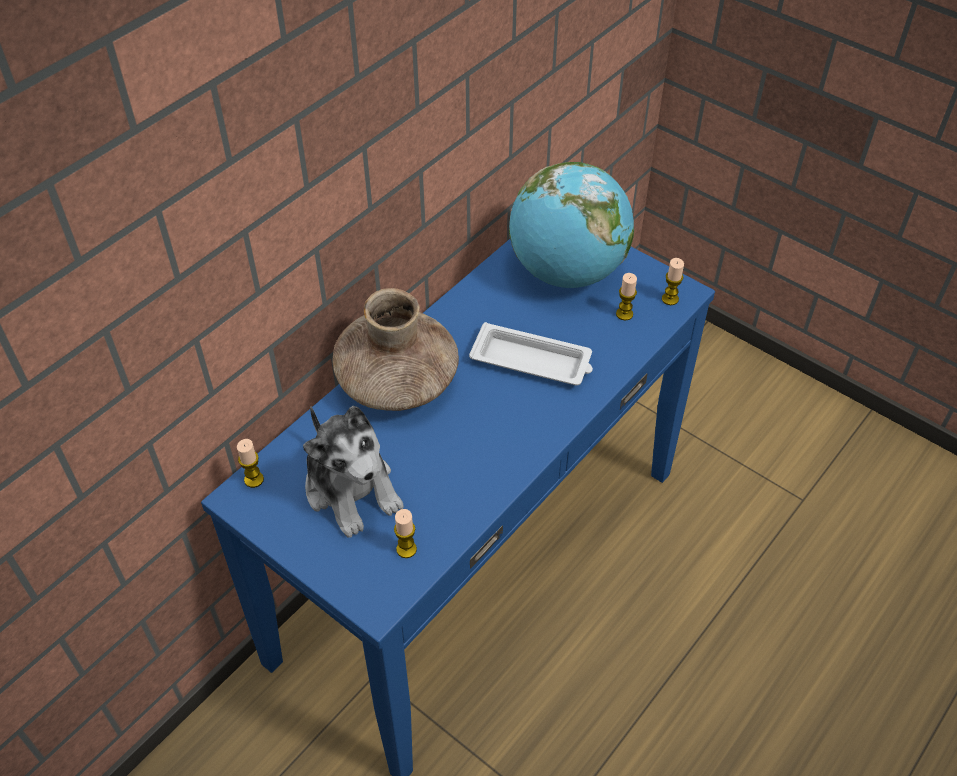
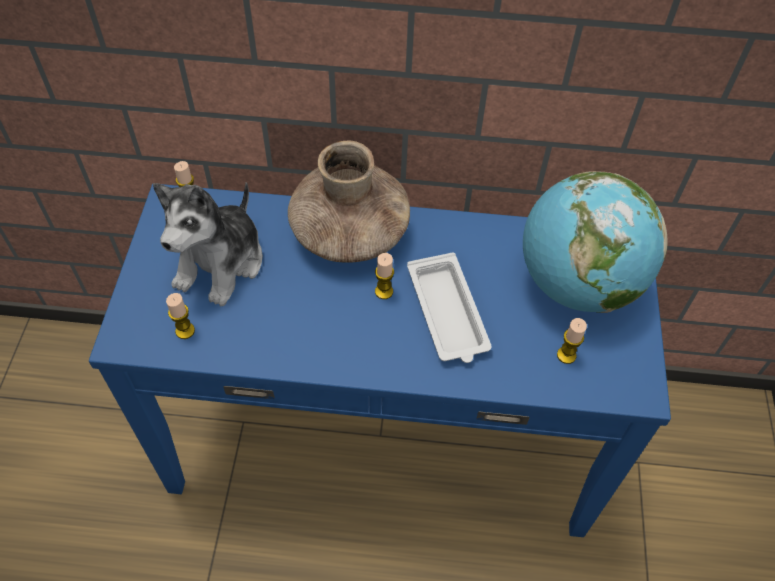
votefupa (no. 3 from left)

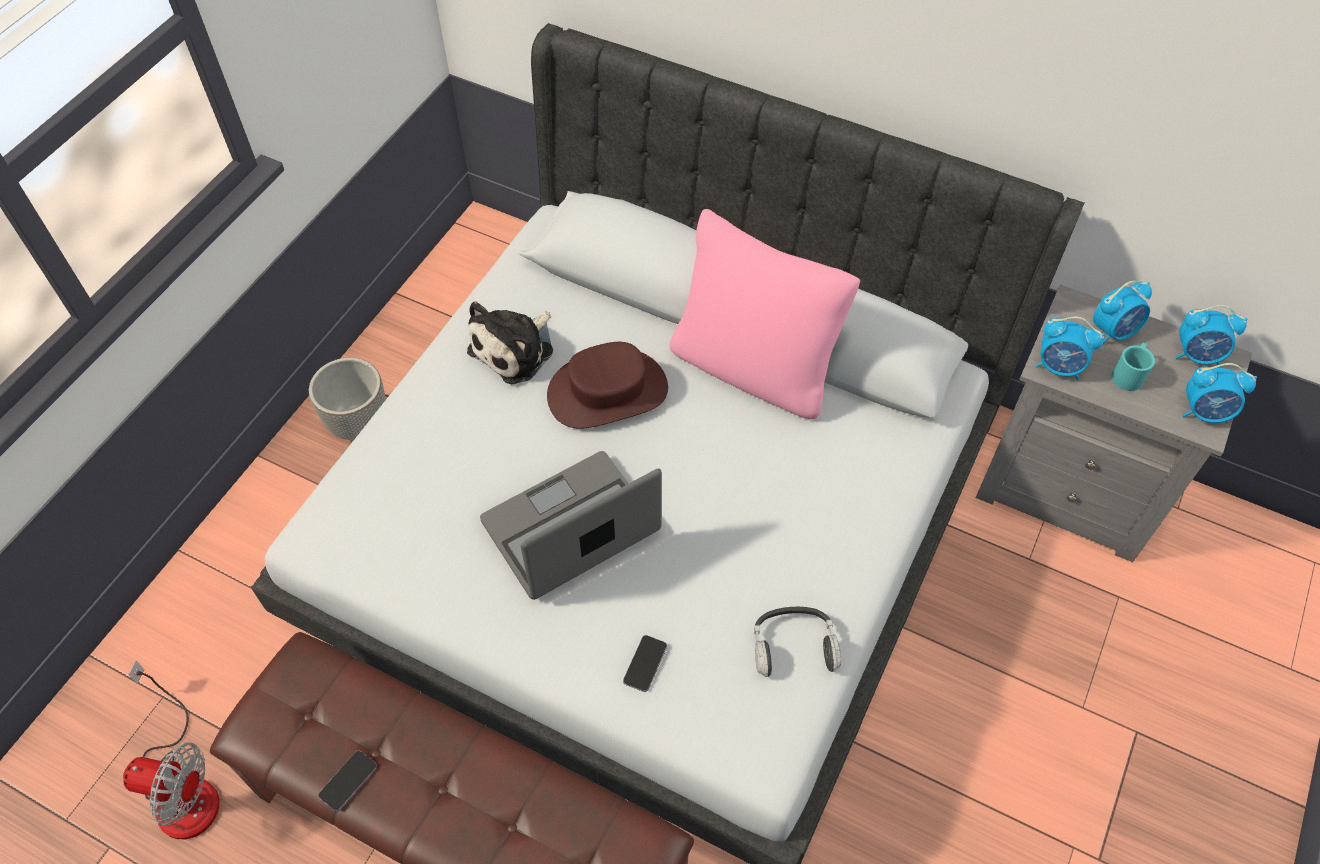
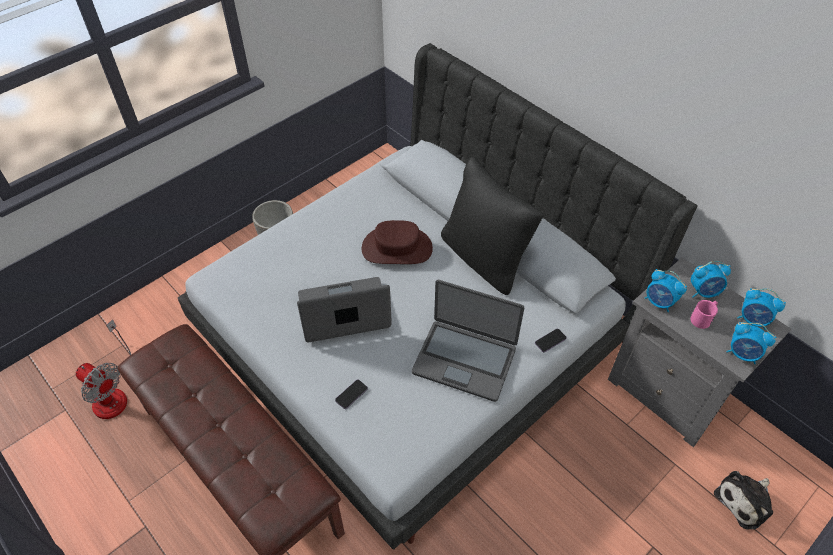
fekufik (no. 2 from left); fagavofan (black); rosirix (no. 2 from left); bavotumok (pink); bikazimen; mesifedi

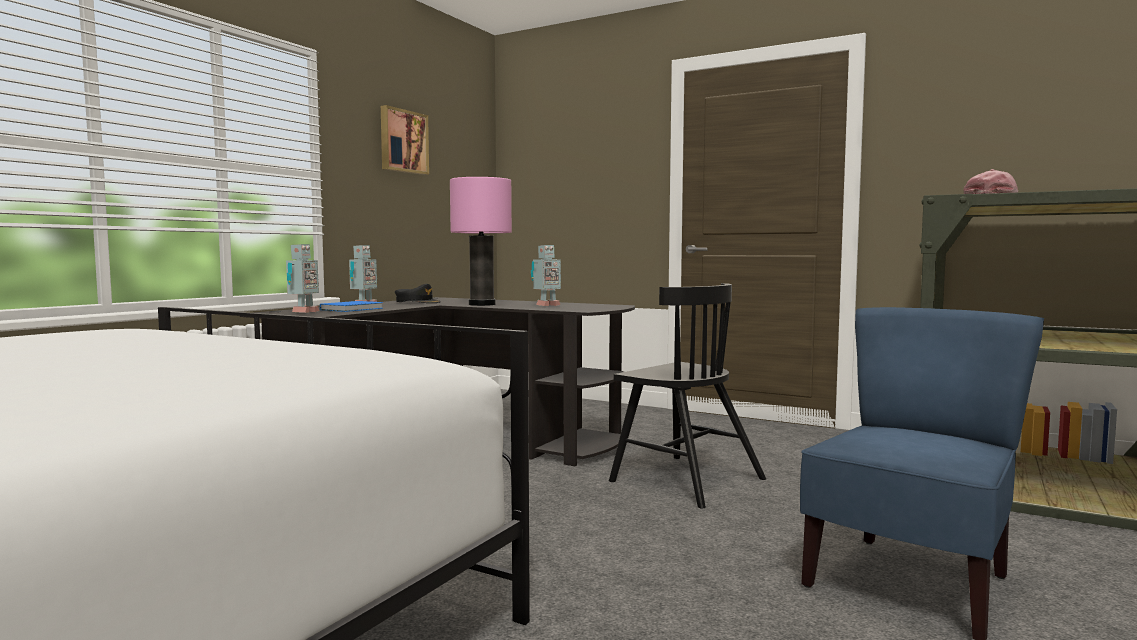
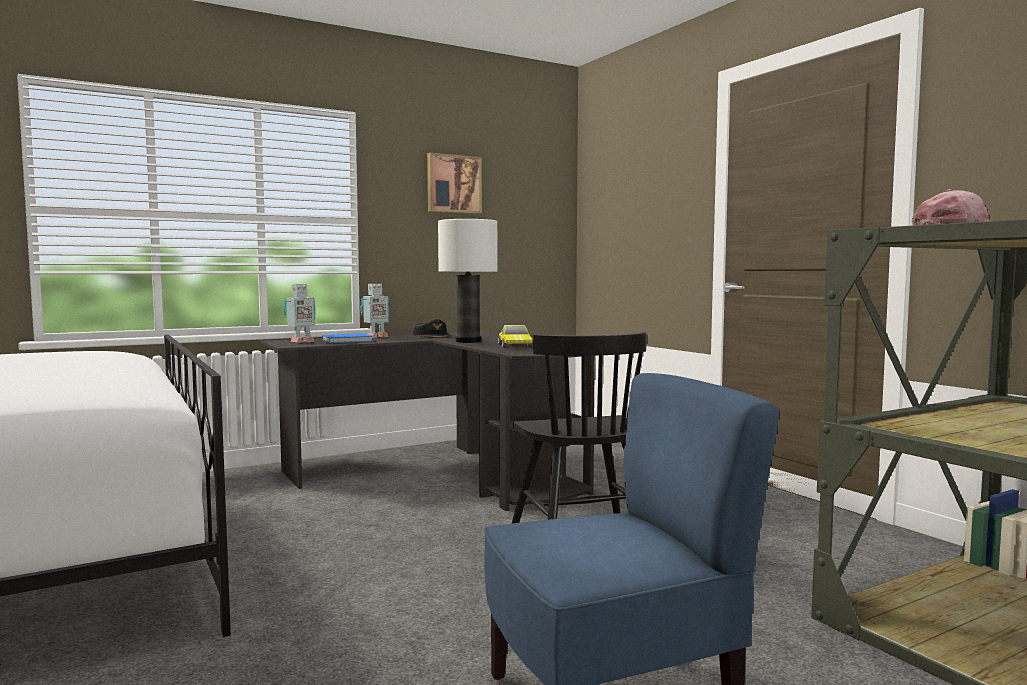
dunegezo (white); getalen

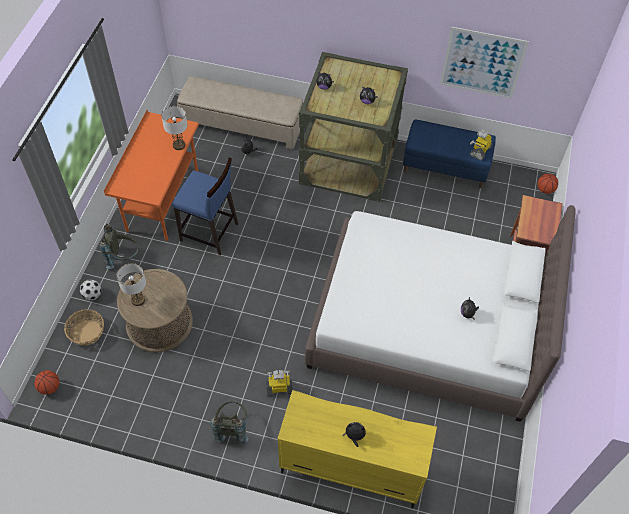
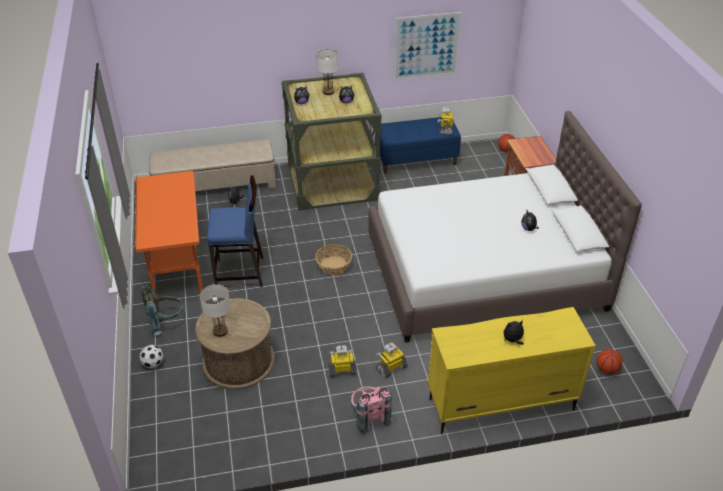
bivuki; dunegezo (no. 2 from left); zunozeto (no. 1 from left); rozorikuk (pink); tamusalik (no. 2 from left)

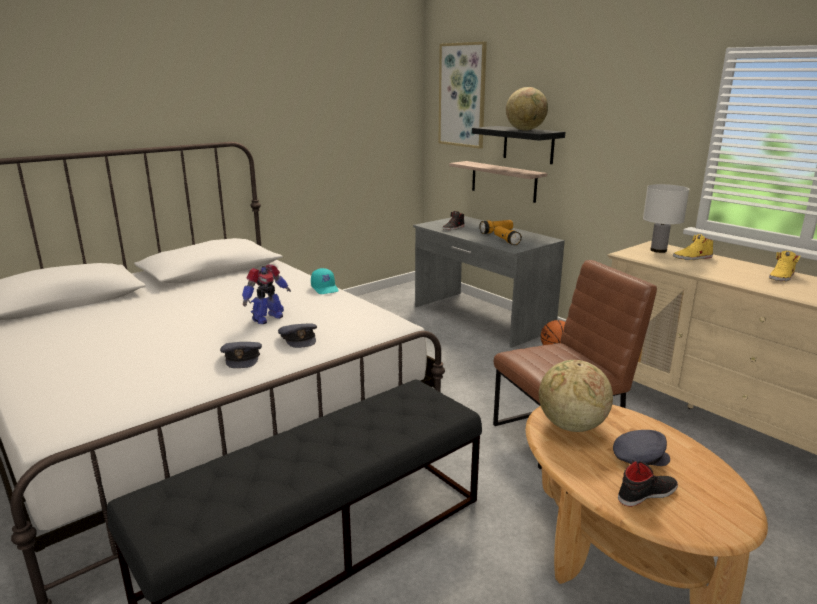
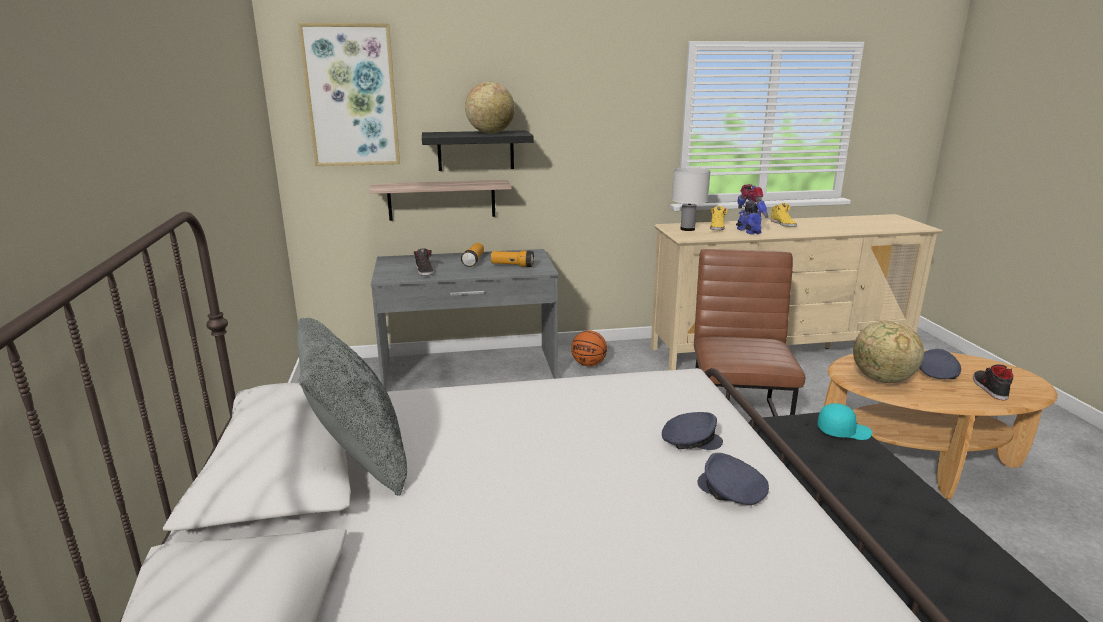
fagavofan (grey); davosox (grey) (no. 2 from left); zunozeto; davosox (turquoise)

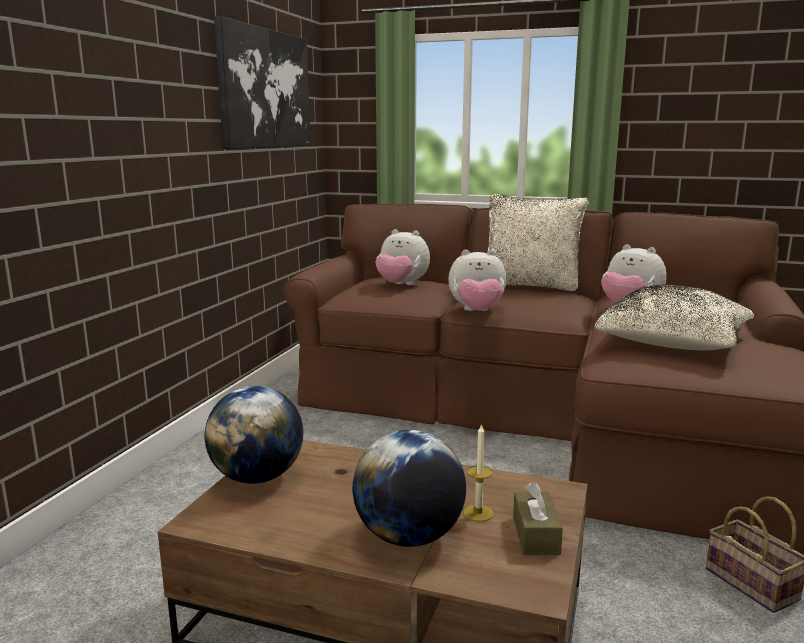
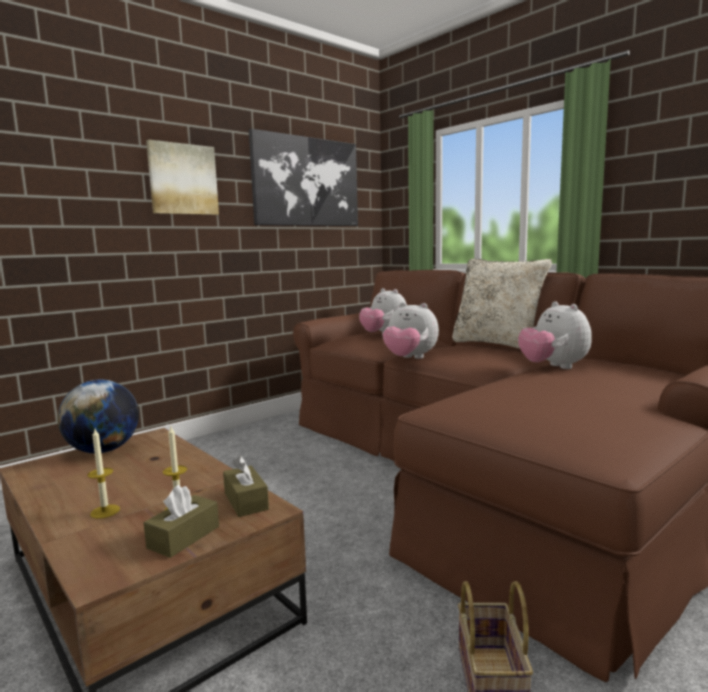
votefupa (no. 1 from left); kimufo (no. 1 from left); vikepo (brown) (no. 2 from left); fagavofan (beige) (no. 2 from left in the first image)

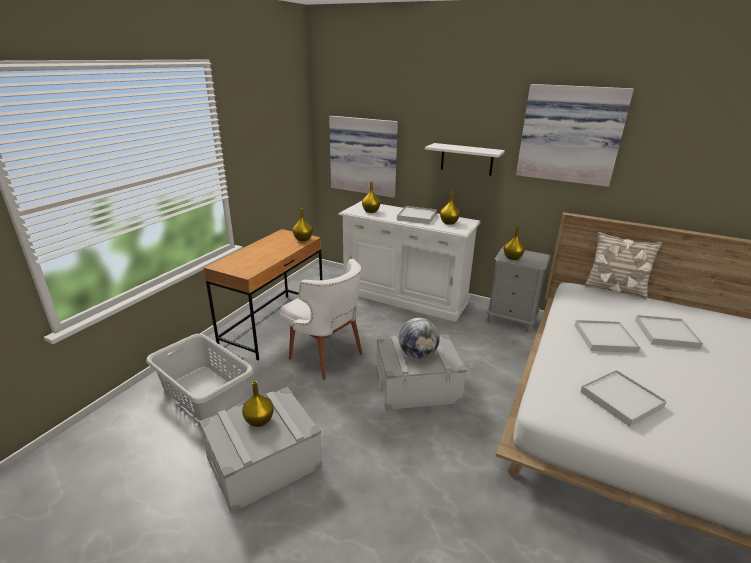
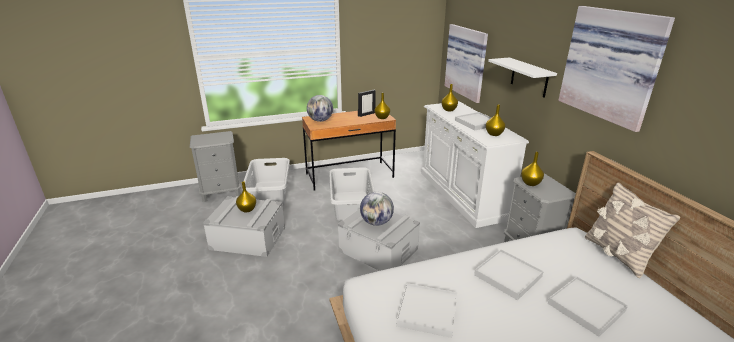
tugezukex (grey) (no. 1 from left); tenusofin (no. 1 from left); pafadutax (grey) (no. 2 from left); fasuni

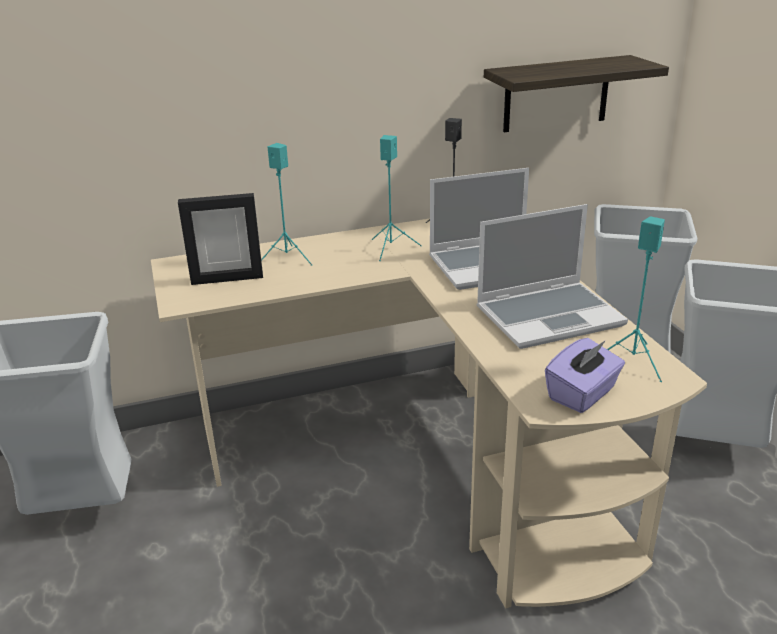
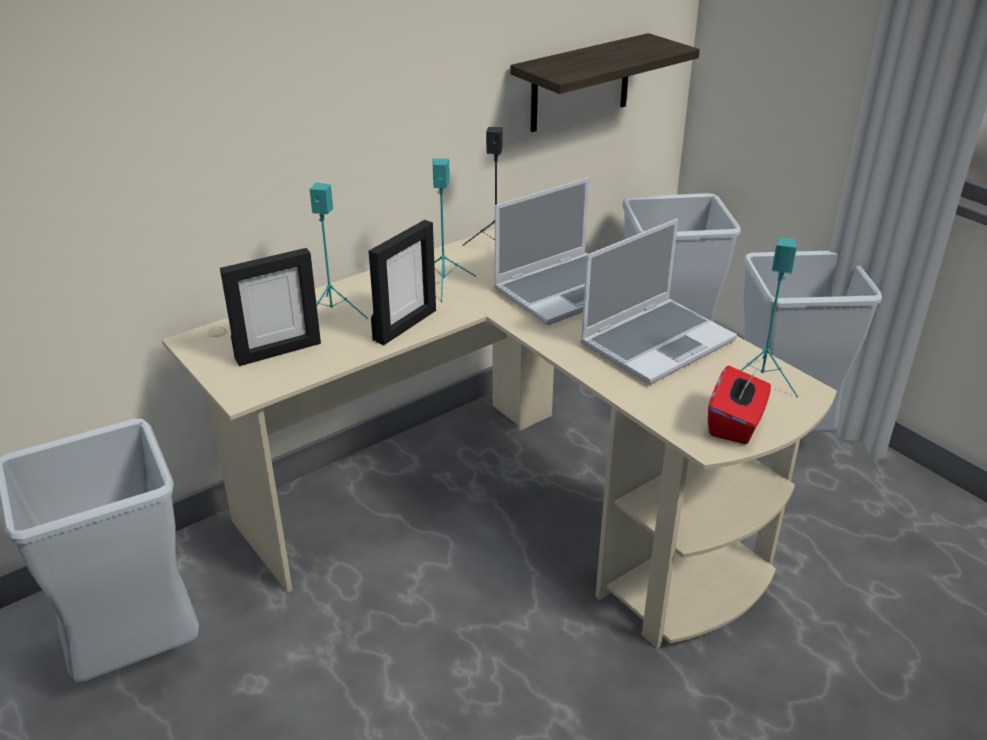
fasuni (no. 2 from left); vikepo (red)

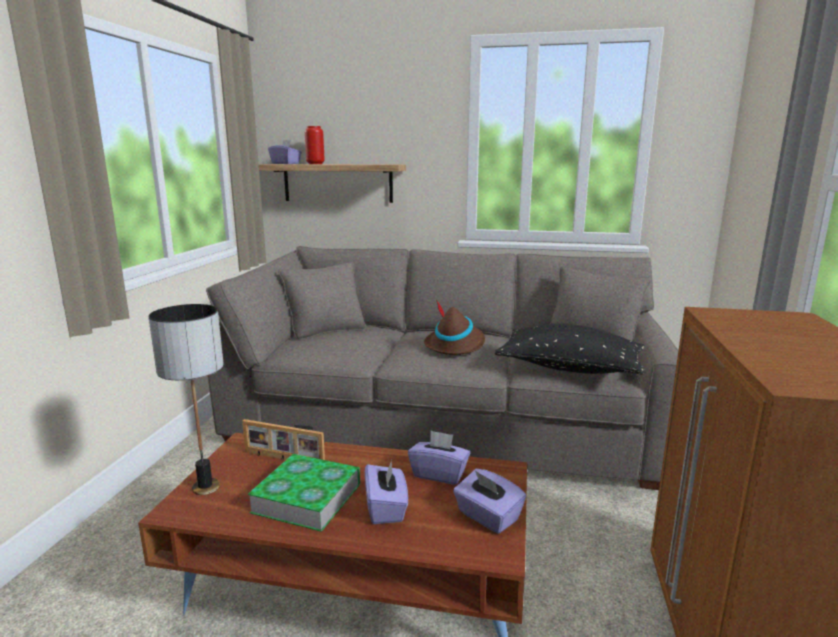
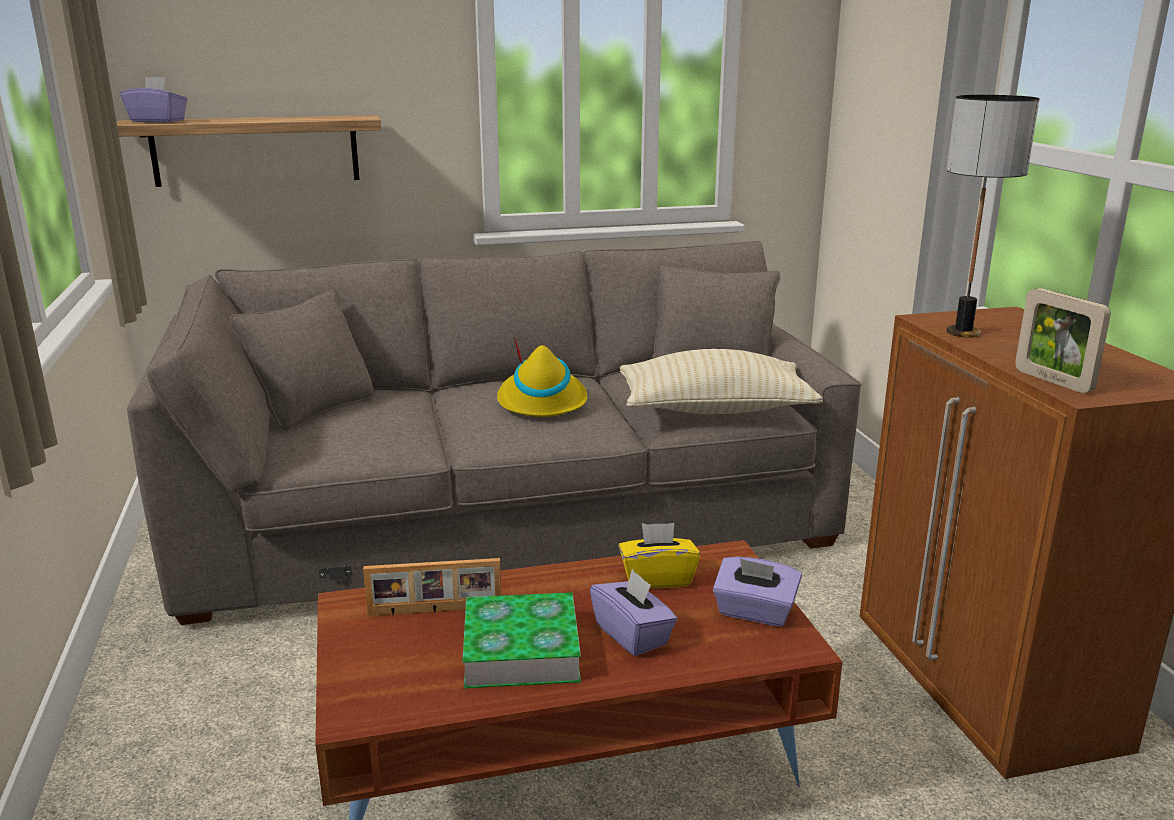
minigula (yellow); vikepo (yellow); fagavofan (beige); dunegezo; fasuni (no. 2 from left); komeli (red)

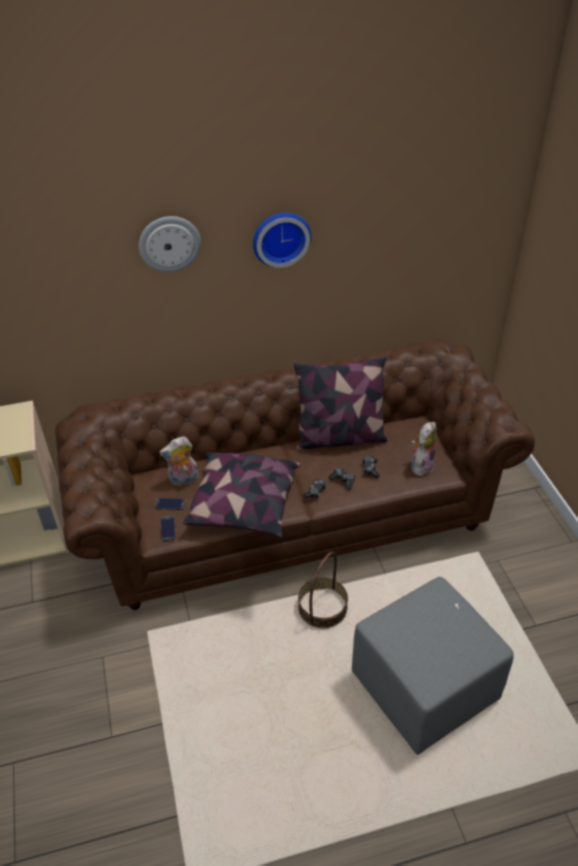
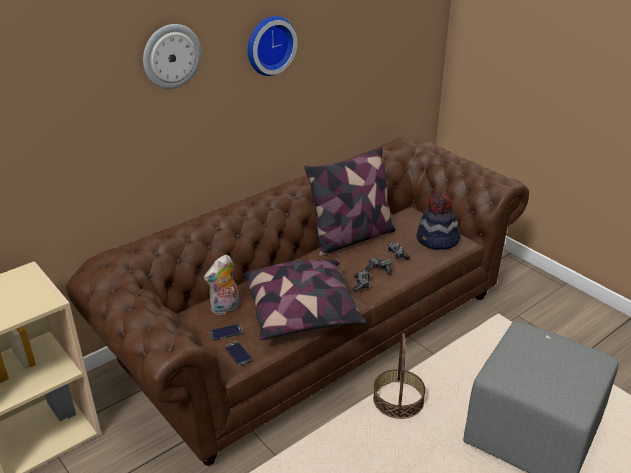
minigula

